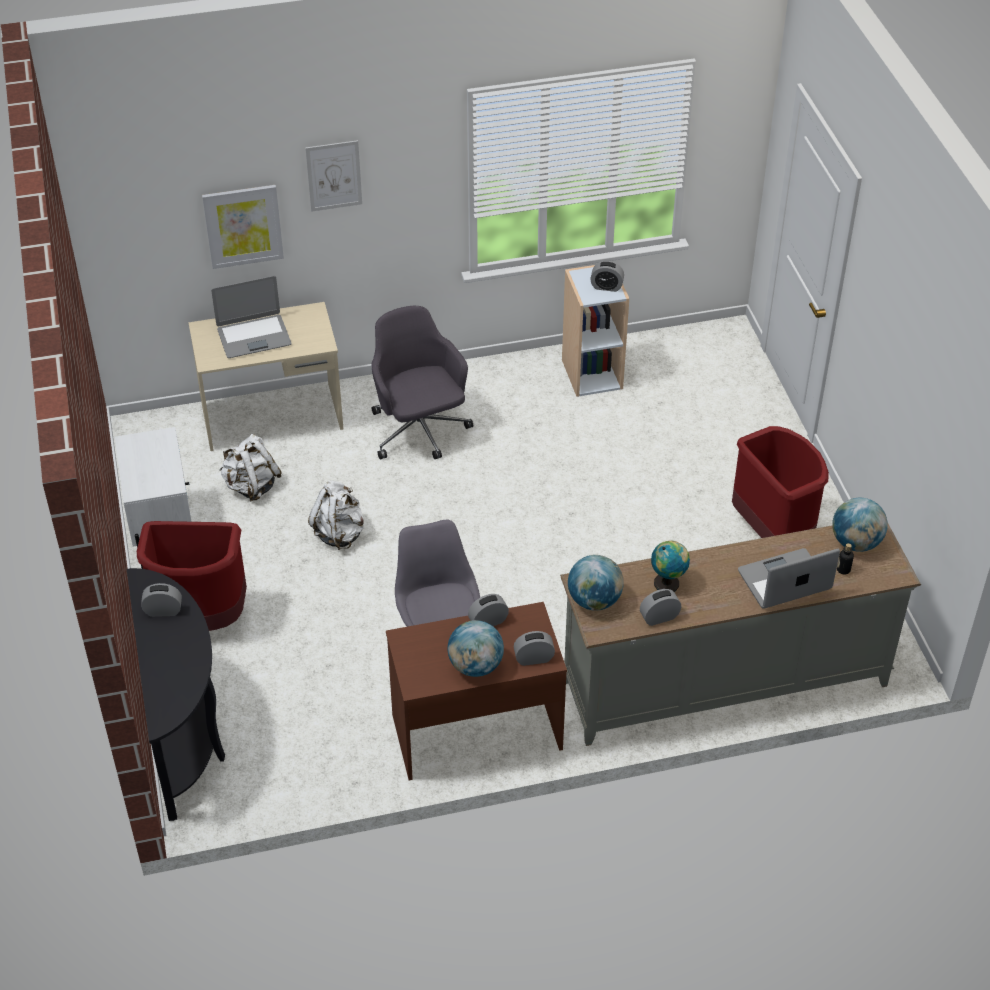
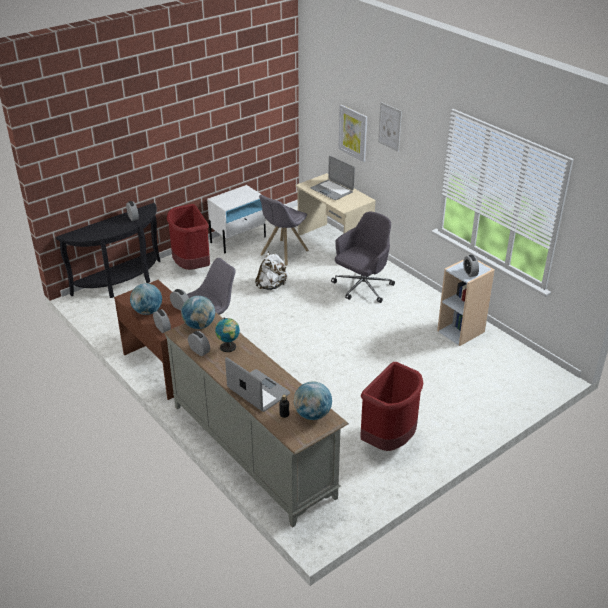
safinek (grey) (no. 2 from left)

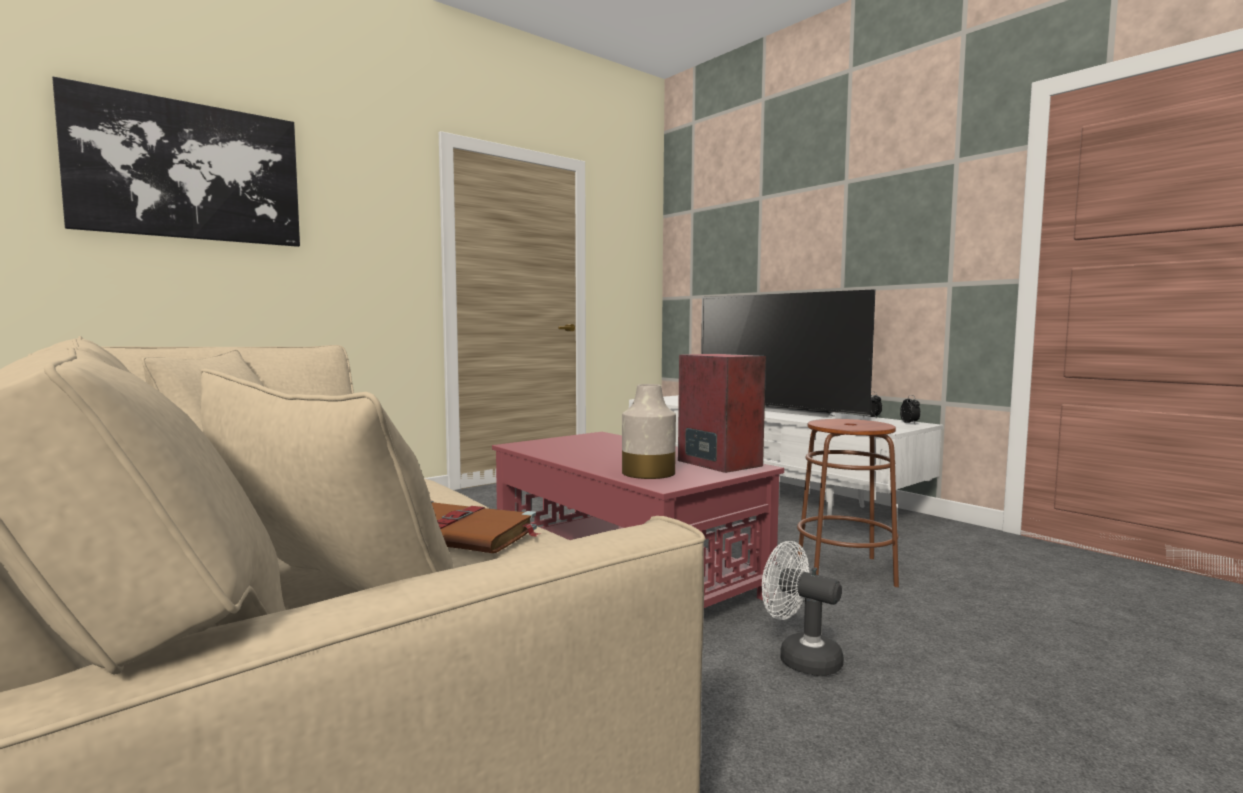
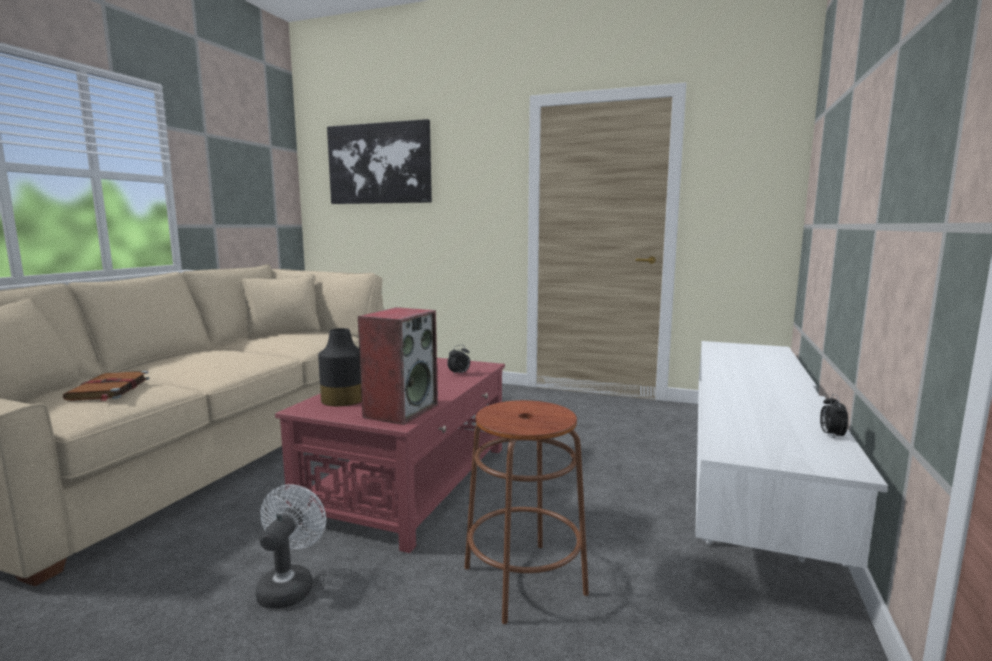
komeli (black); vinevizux (no. 1 from left); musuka

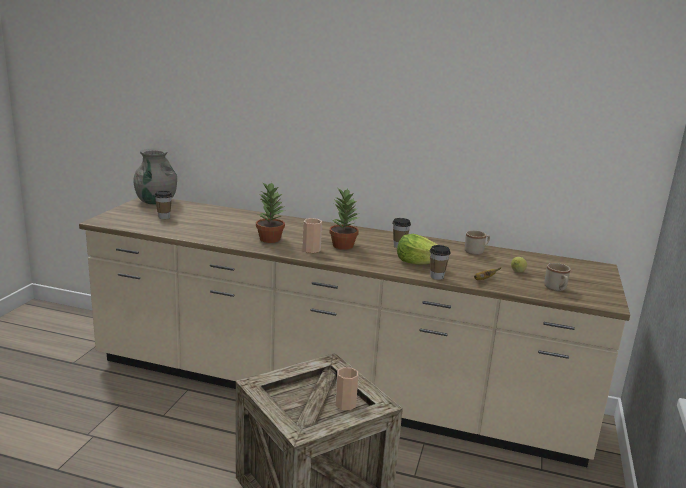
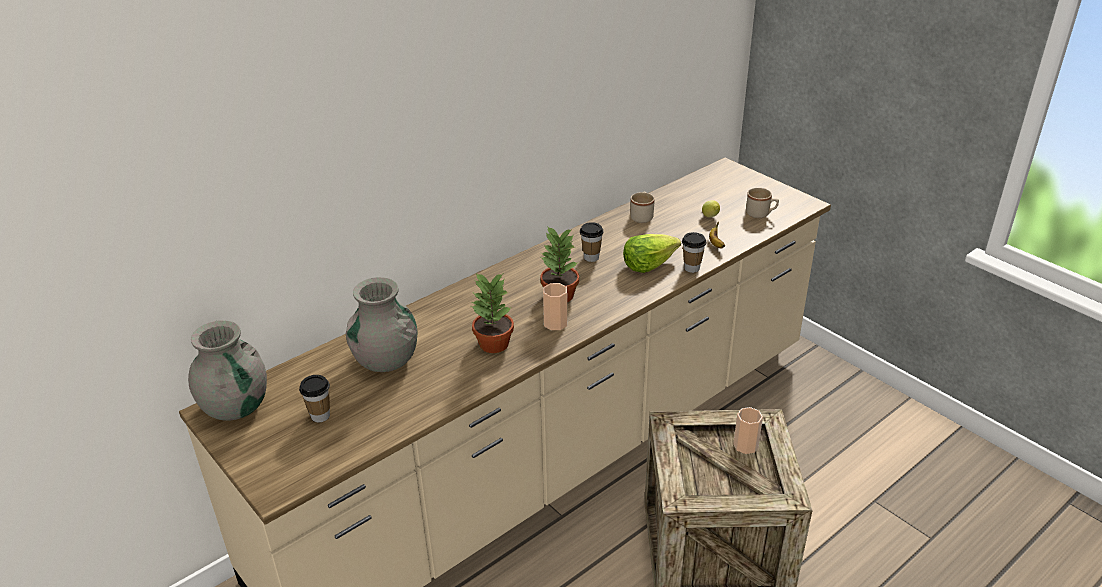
komeli (grey) (no. 2 from left)

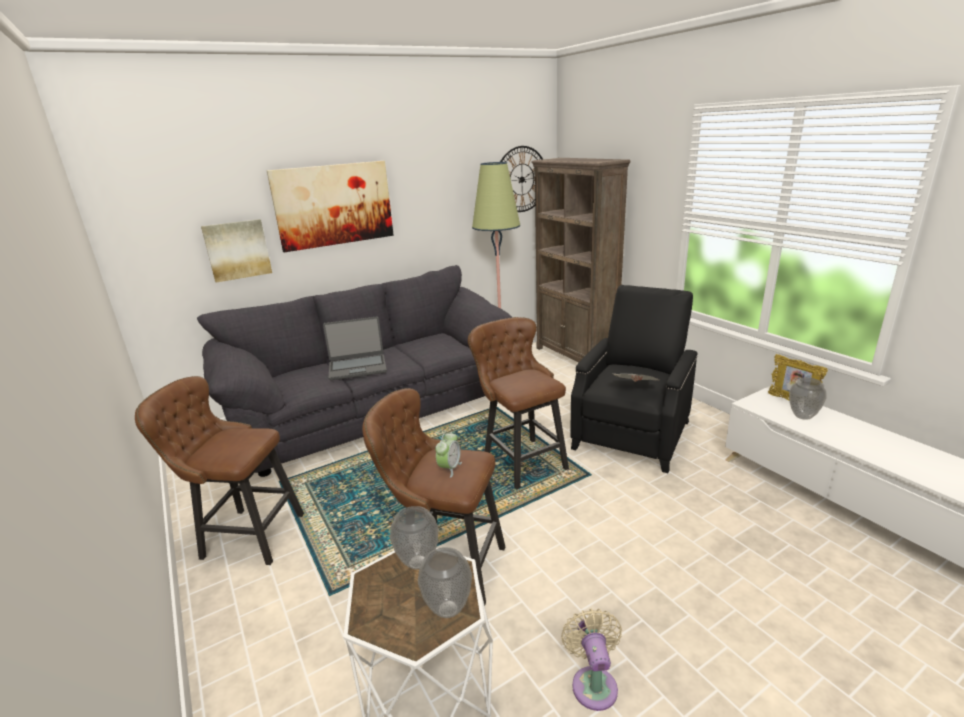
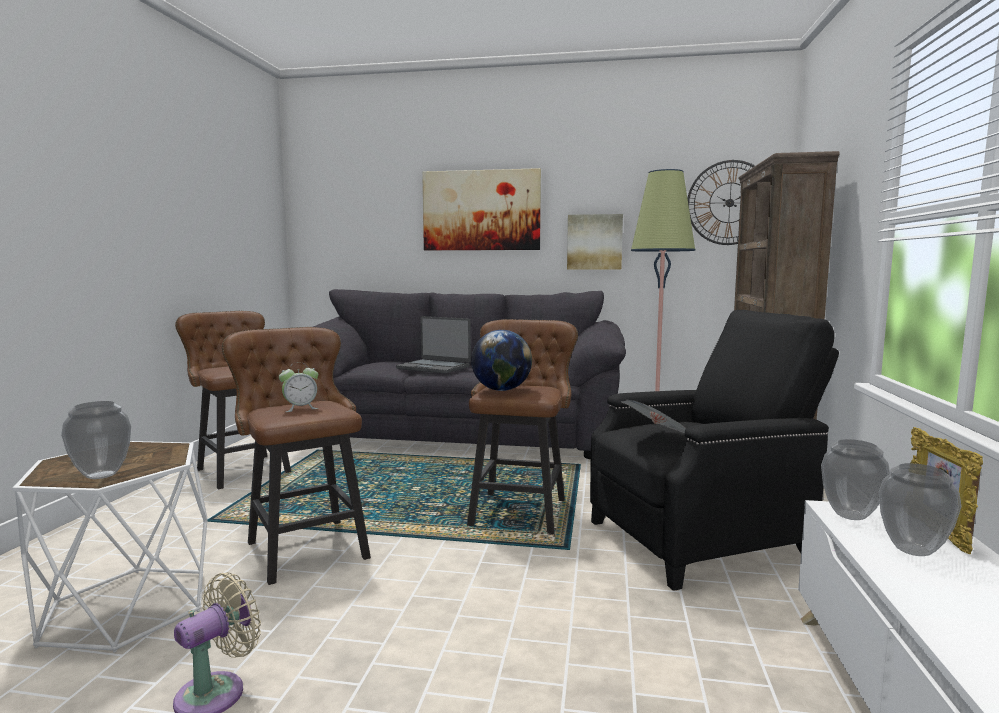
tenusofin; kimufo (no. 2 from left); komeli (no. 2 from left)

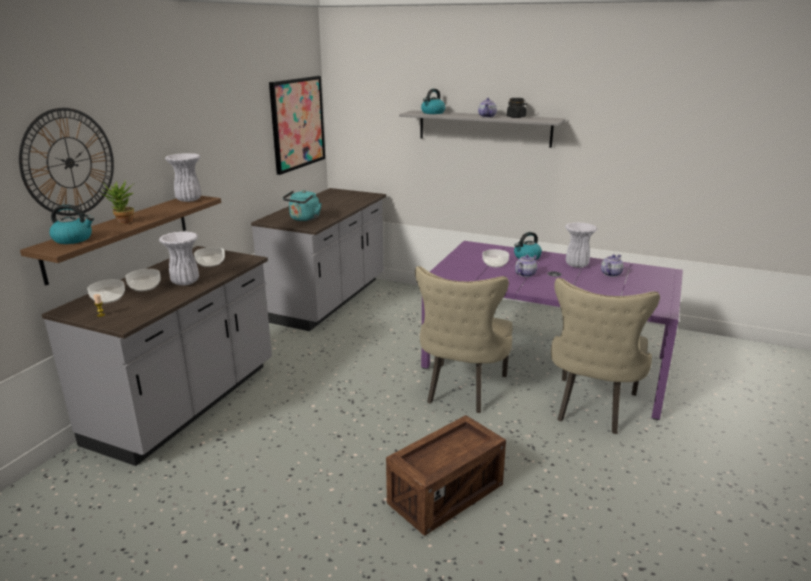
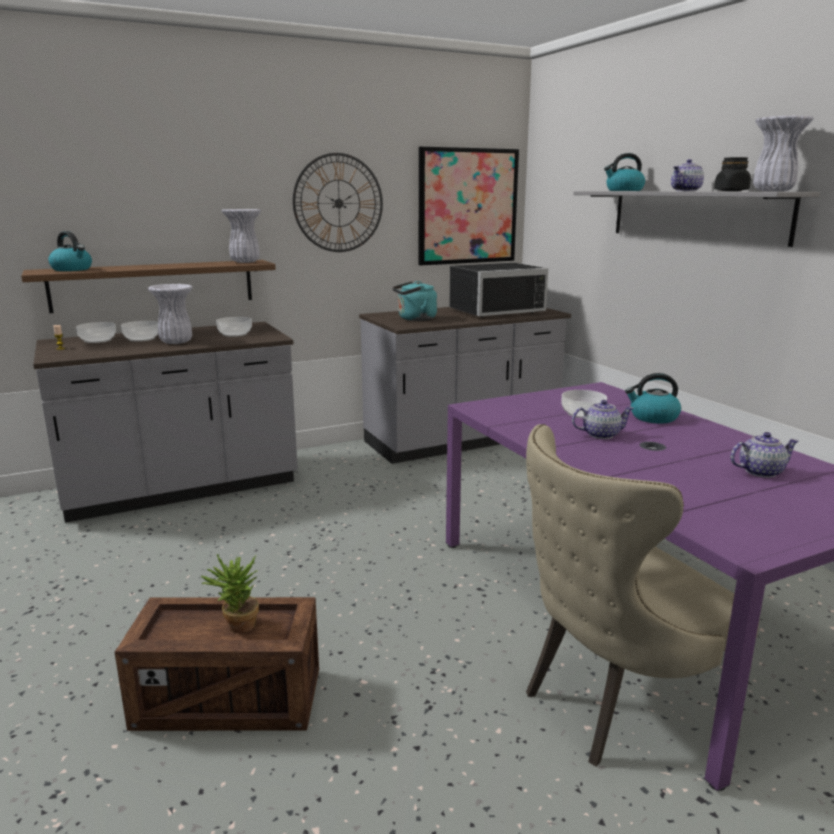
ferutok; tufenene; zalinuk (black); komeli (white) (no. 3 from left); safinek (beige) (no. 1 from left in the first image)

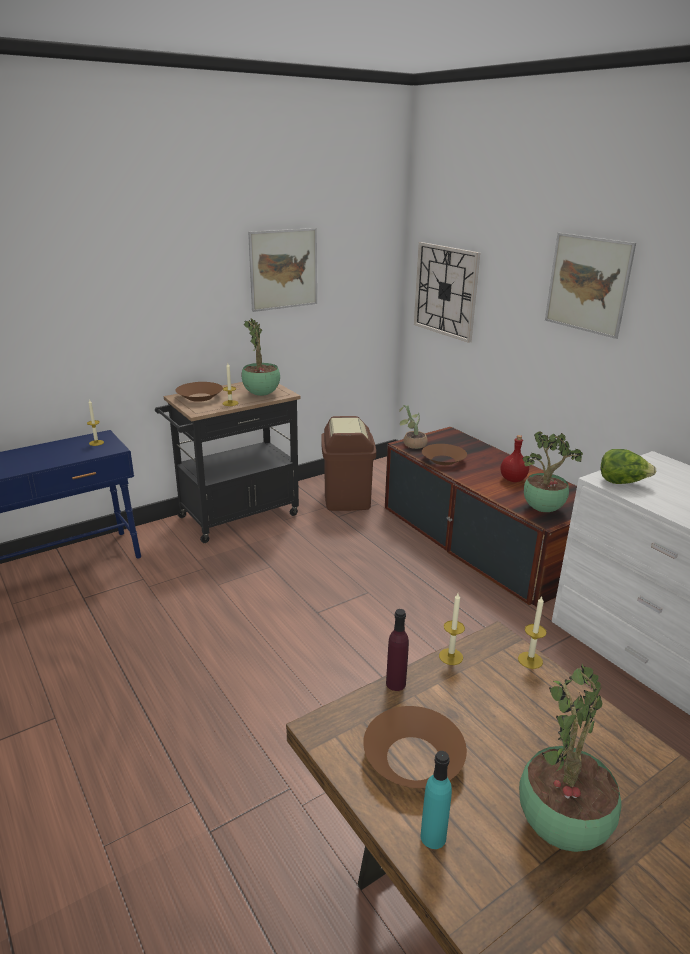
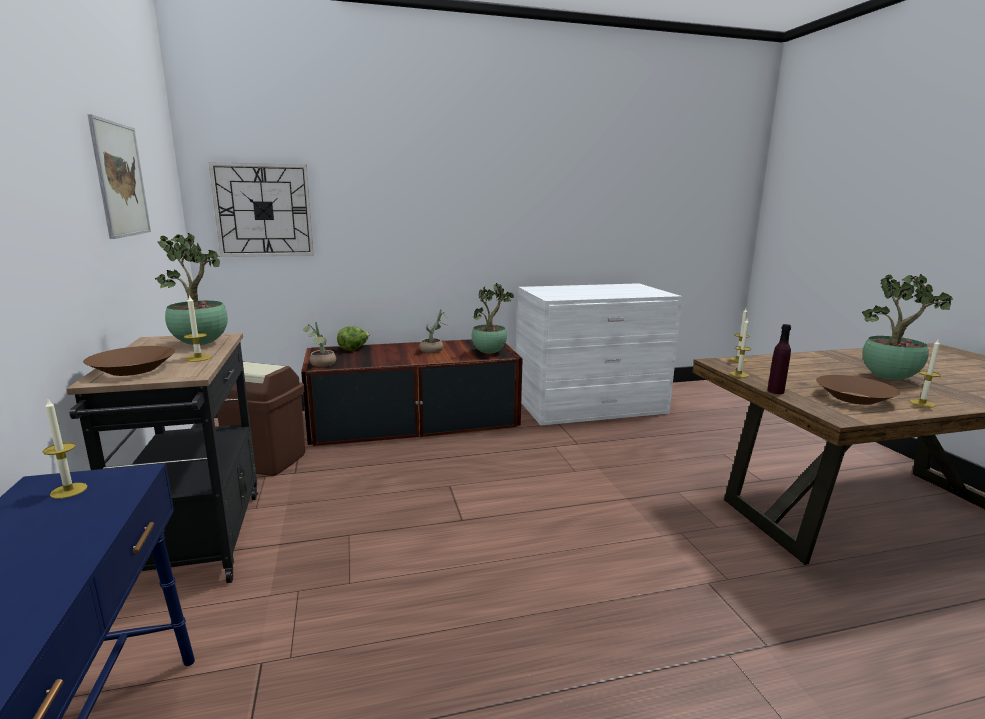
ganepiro; ferutok (no. 3 from left); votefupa (no. 5 from left); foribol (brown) (no. 3 from left in the first image); kimufo (no. 2 from left in the first image)

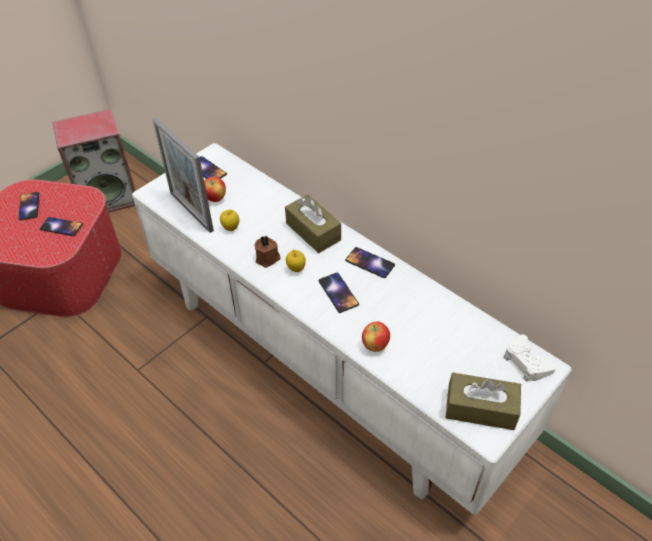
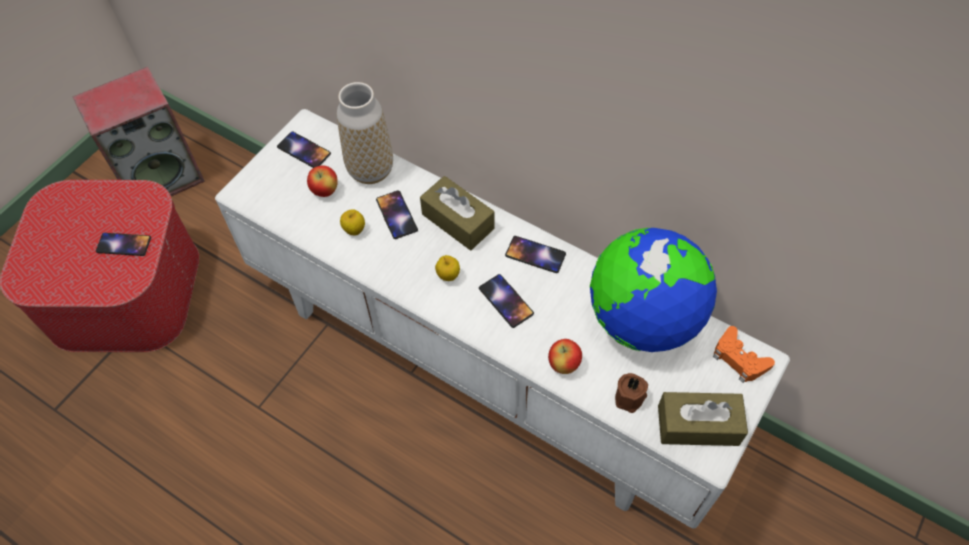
komeli; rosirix (no. 3 from left); tenusofin; votefupa (brown); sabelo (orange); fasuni

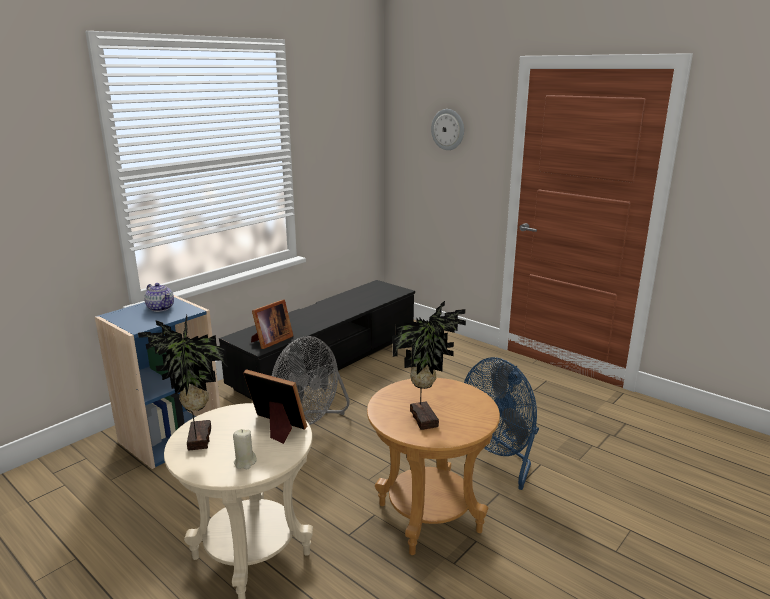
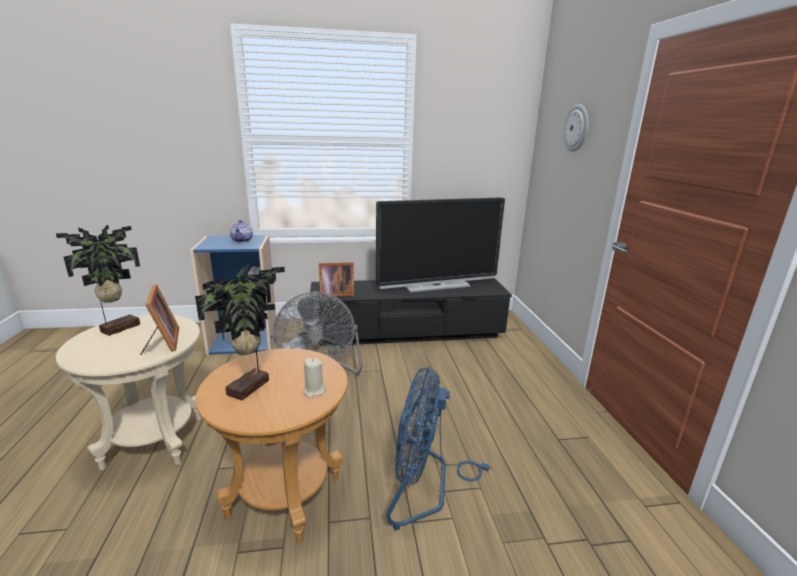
votefupa (beige); musuka

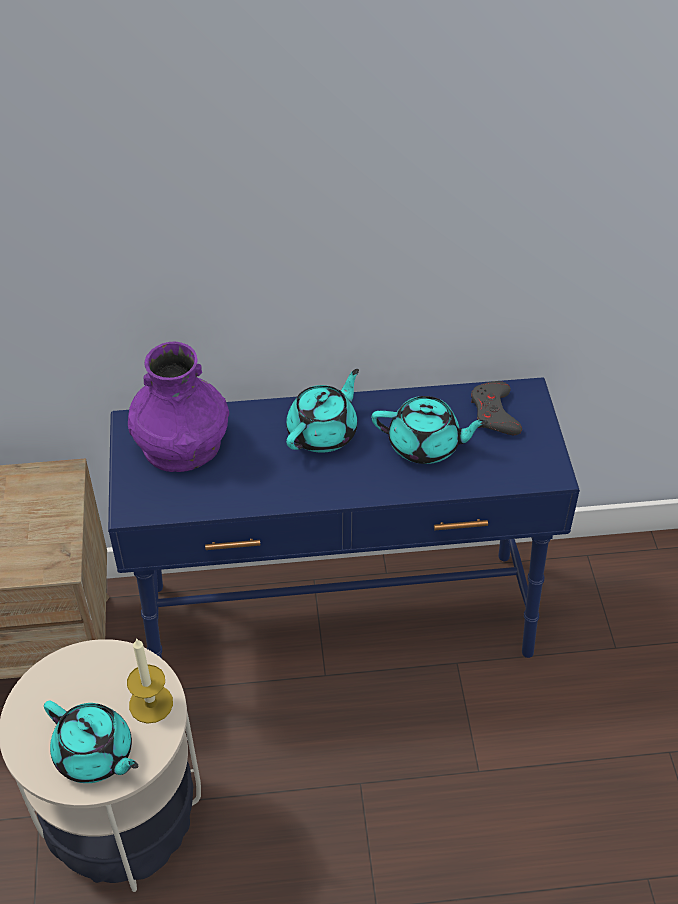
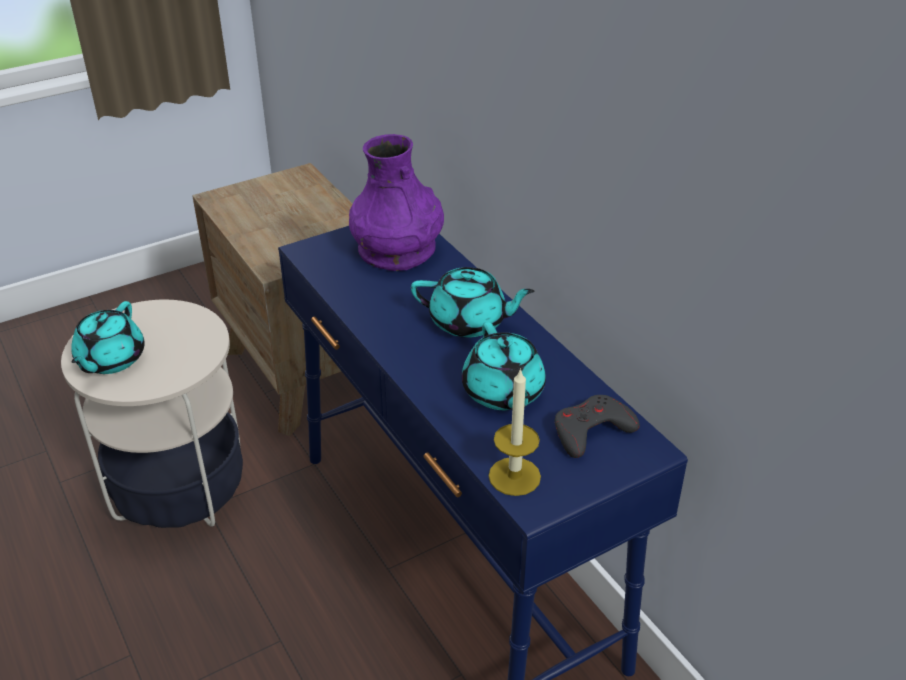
votefupa

